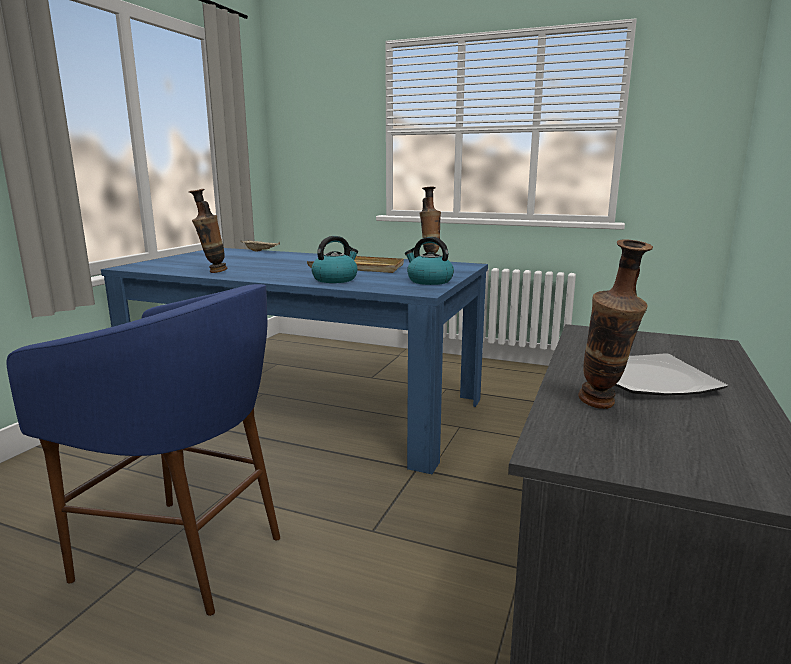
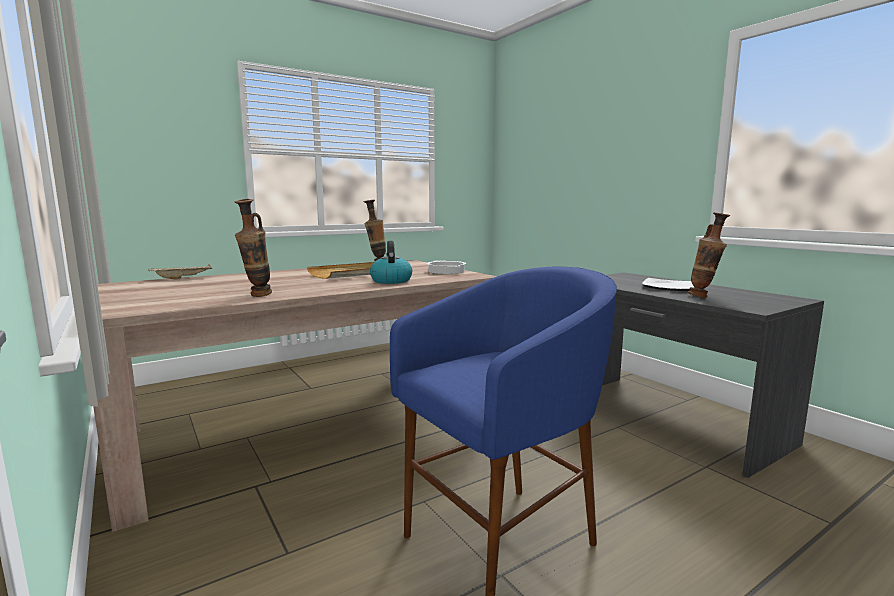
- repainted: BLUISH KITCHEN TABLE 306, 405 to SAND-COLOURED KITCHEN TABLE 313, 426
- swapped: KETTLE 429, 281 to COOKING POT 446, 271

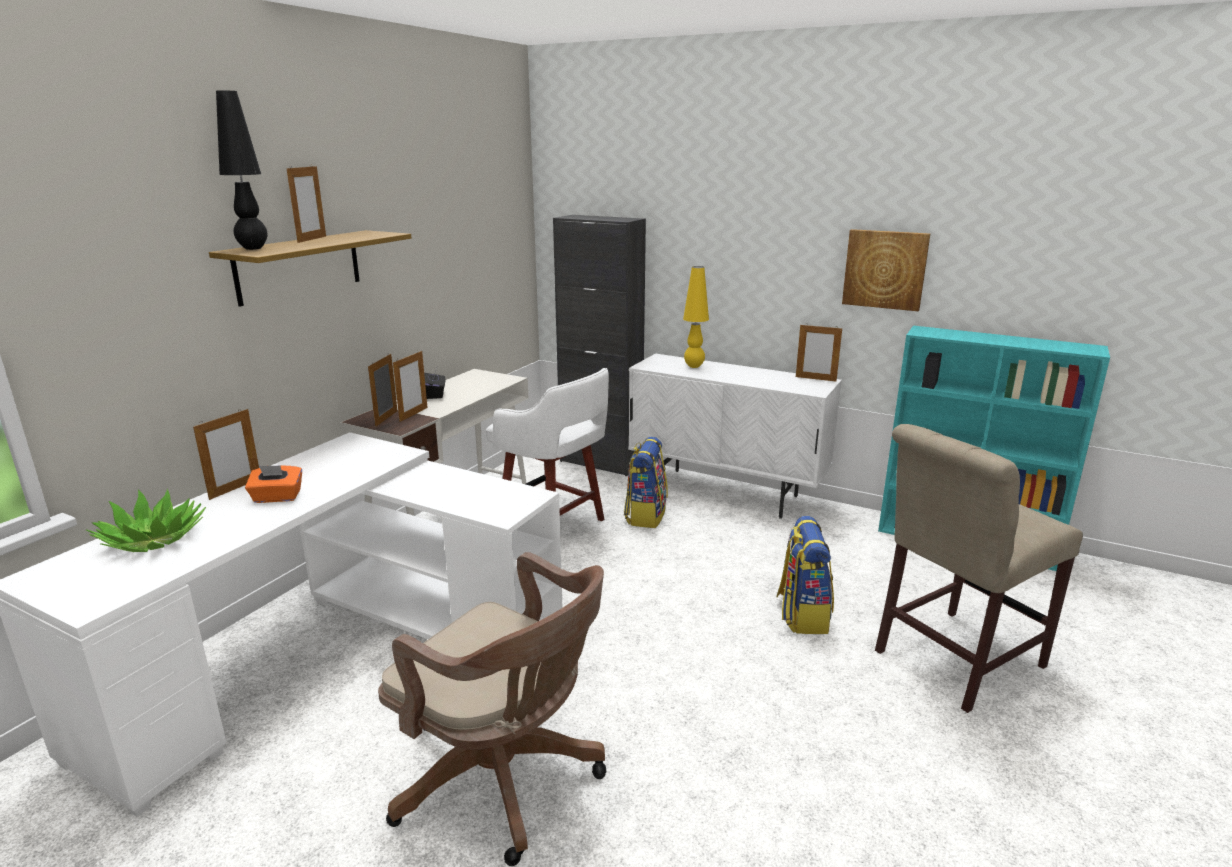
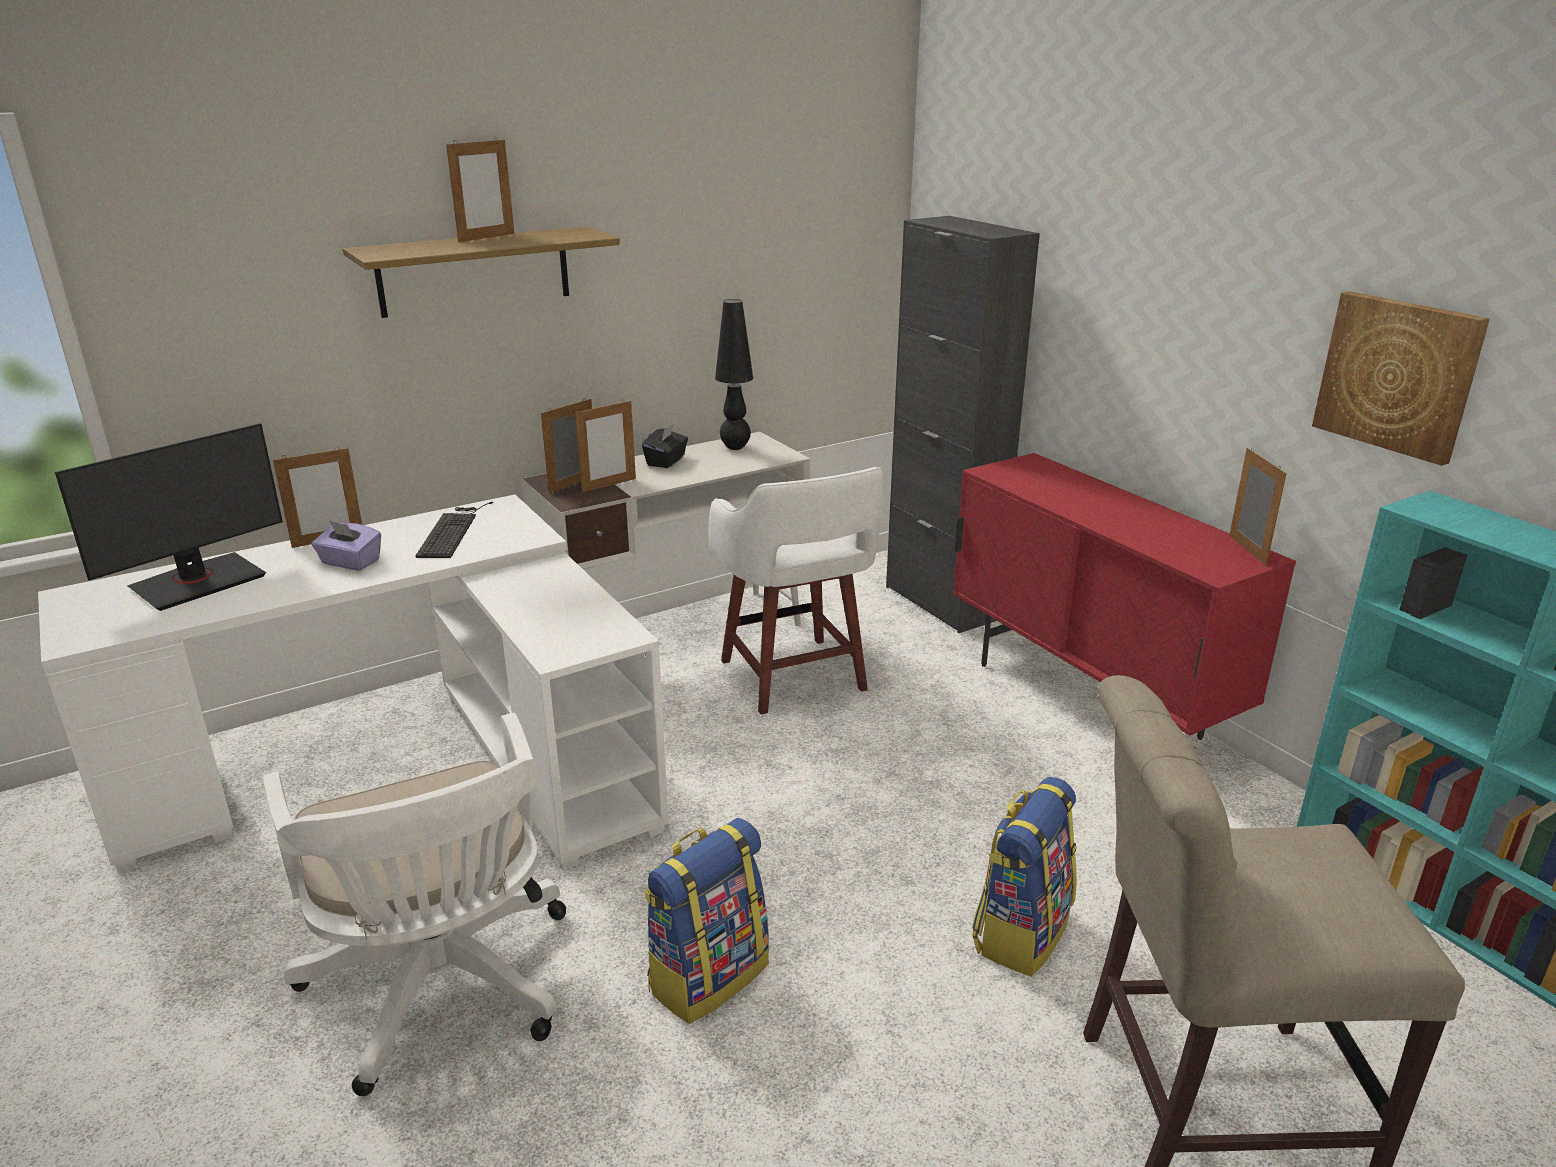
- swapped: POTTED PLANT 153, 539 to COMPUTER DISPLAY 197, 582
- repainted: BROWNISH COMPUTER CHAIR 505, 780 to WHITE COMPUTER CHAIR 443, 991
- repainted: ORANGEY TISSUE BOX 277, 497 to PURPLE-COLOURED TISSUE BOX 350, 562
- new: COMPUTER KEYBOARD 452, 530
- shifted: KNAPSACK 645, 515 to 708, 975
- shifted: BLACK-COLOURED TABLE LAMP 253, 248 to 735, 447
- repainted: WHITE CUPBOARD 726, 493 to RED CUPBOARD 1086, 700
- rotated: STANDING FRAME 815, 379 = 1247, 550 150 degrees counterclockwise
- gone: YELLOW-COLOURED TABLE LAMP 693, 366

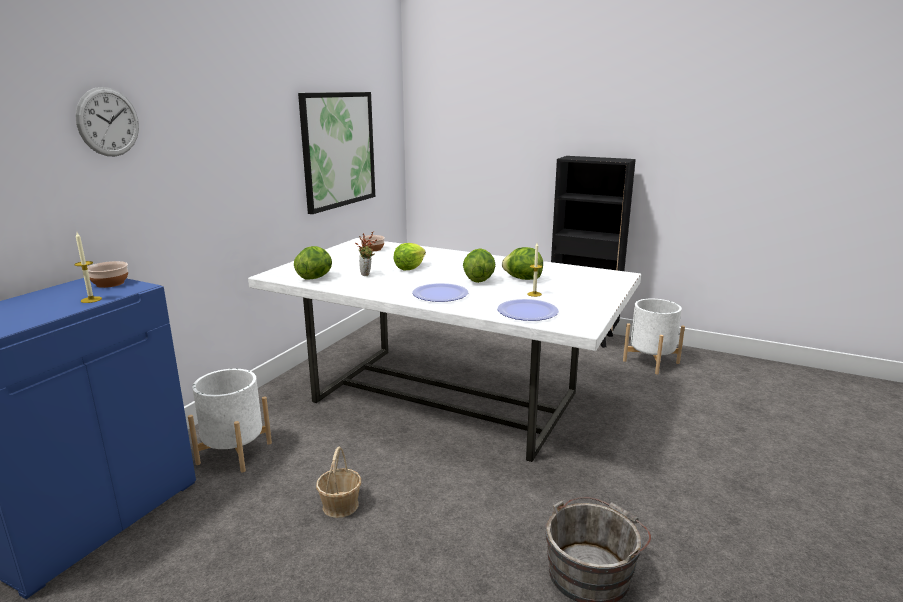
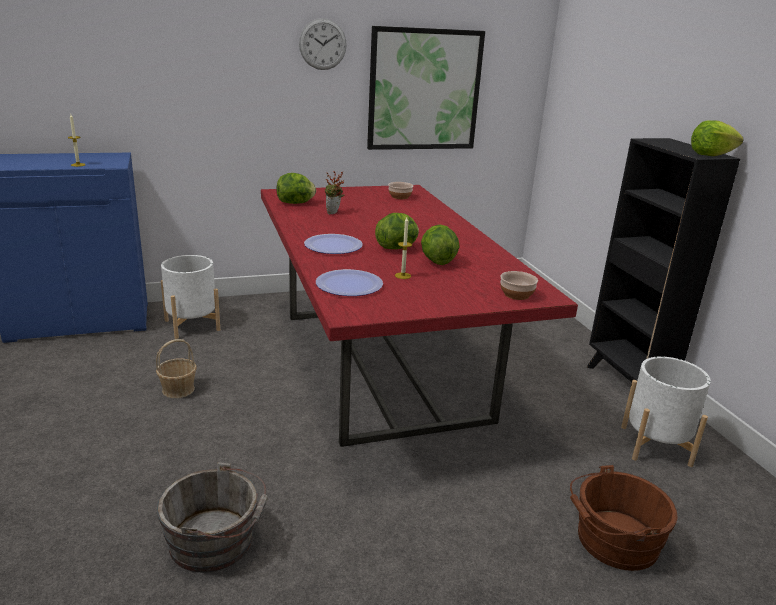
- repainted: WHITE KITCHEN TABLE 447, 398 to RED KITCHEN TABLE 381, 365
- shifted: CLOCK ON THE WALL 108, 122 to 322, 44
- shifted: BOWL 110, 283 to 516, 295
- new: BROWNISH PAIL 612, 541
- shifted: LETTUCE HEAD 410, 268 to 711, 155

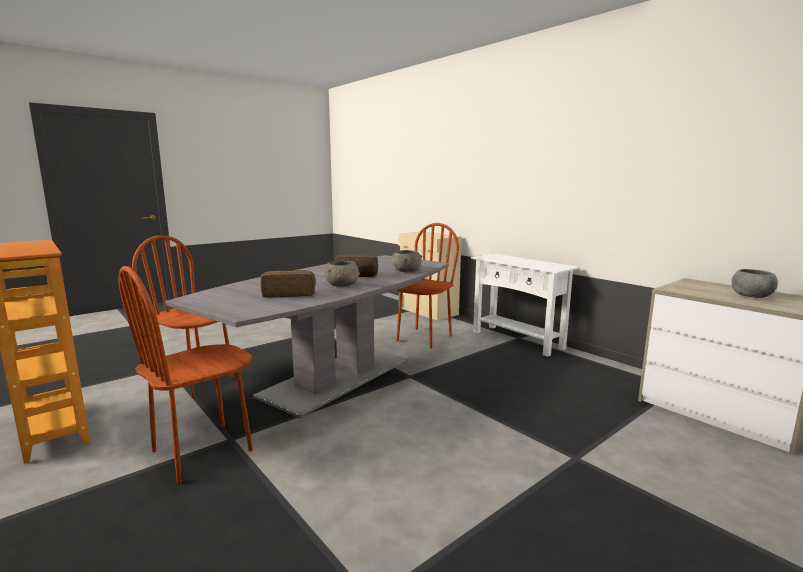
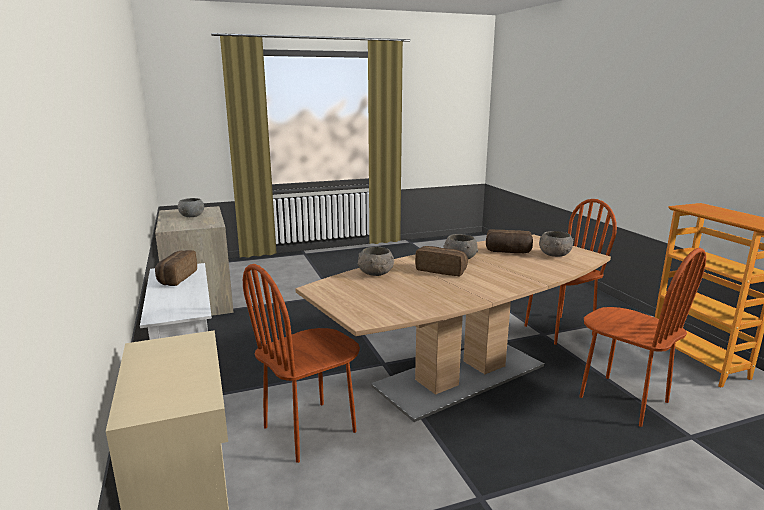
- new: BREAD 175, 278
- repainted: GREYISH KITCHEN TABLE 336, 377 to BROWNISH KITCHEN TABLE 461, 375
- new: GREYISH BOWL 554, 255

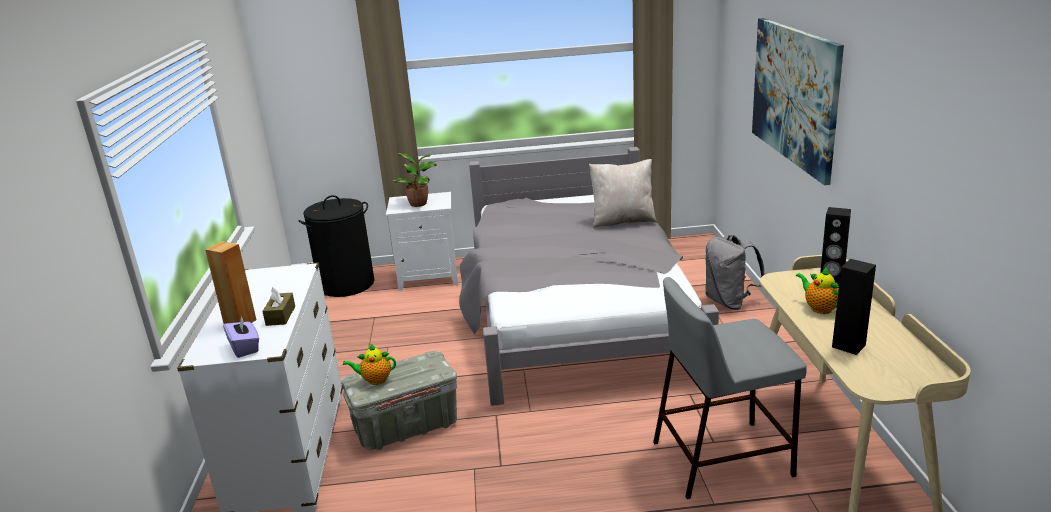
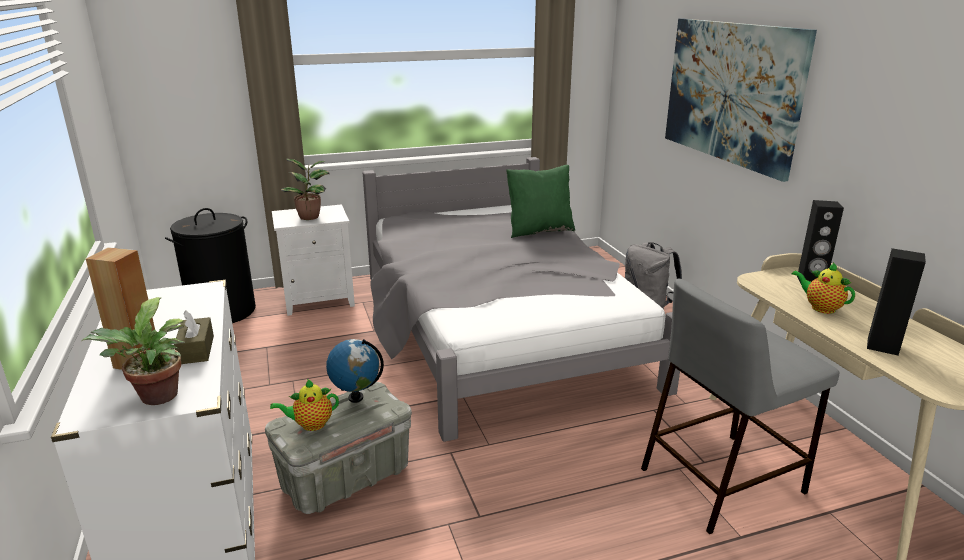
- swapped: PURPLE-COLOURED TISSUE BOX 245, 348 to POTTED PLANT 156, 398
- new: GLOBE 356, 397
- repainted: SAND-COLOURED PILLOW 622, 221 to GREEN-COLOURED PILLOW 539, 230

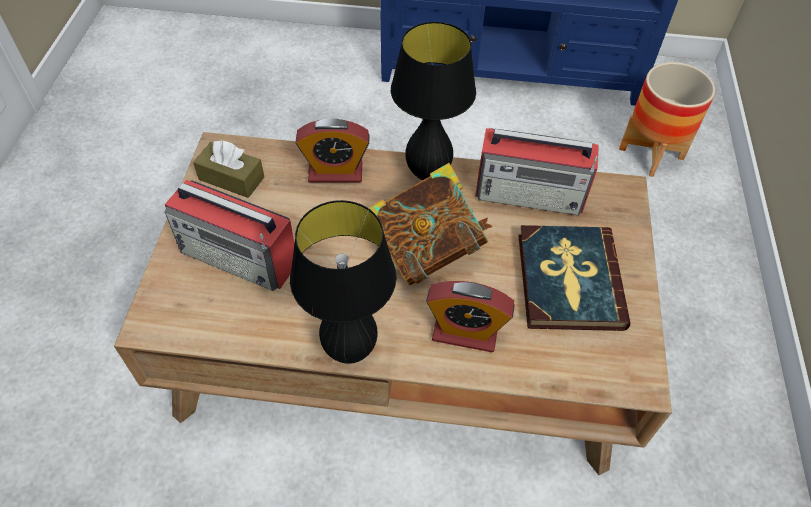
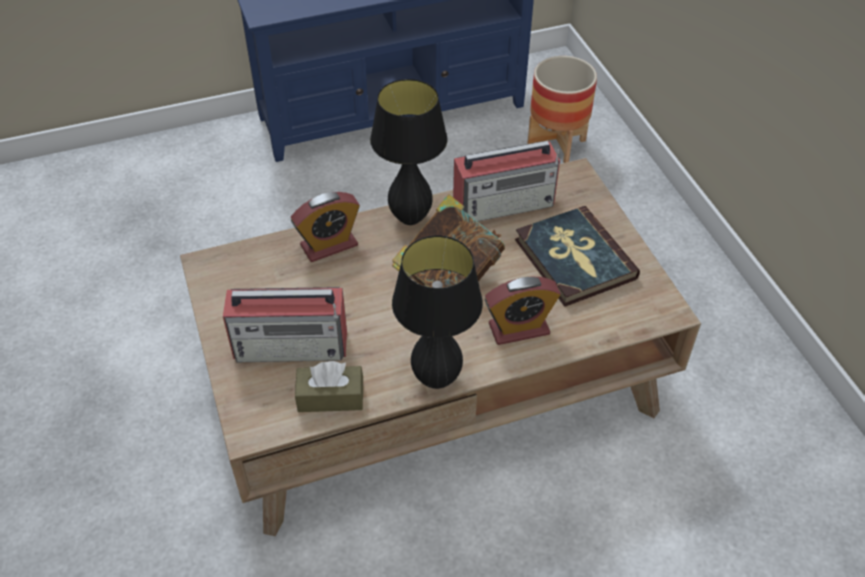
- shifted: BROWNISH TISSUE BOX 231, 178 to 330, 397

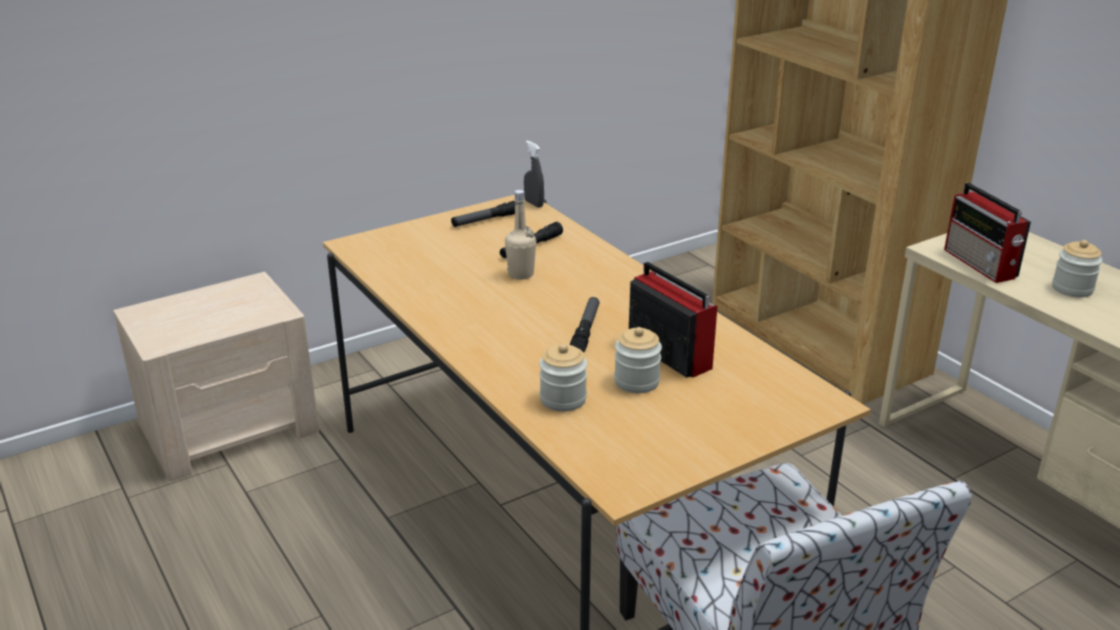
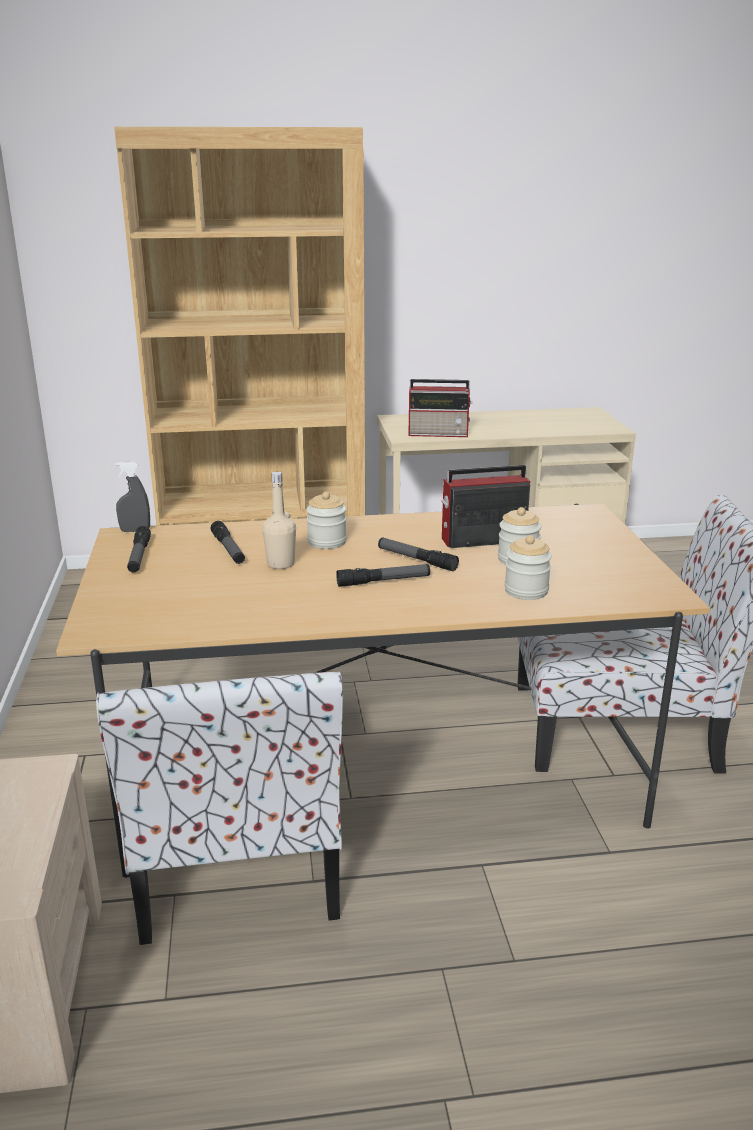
- new: CHAIR 237, 857
- shifted: JAR 1072, 289 to 327, 542
- new: HAND TORCH 383, 581

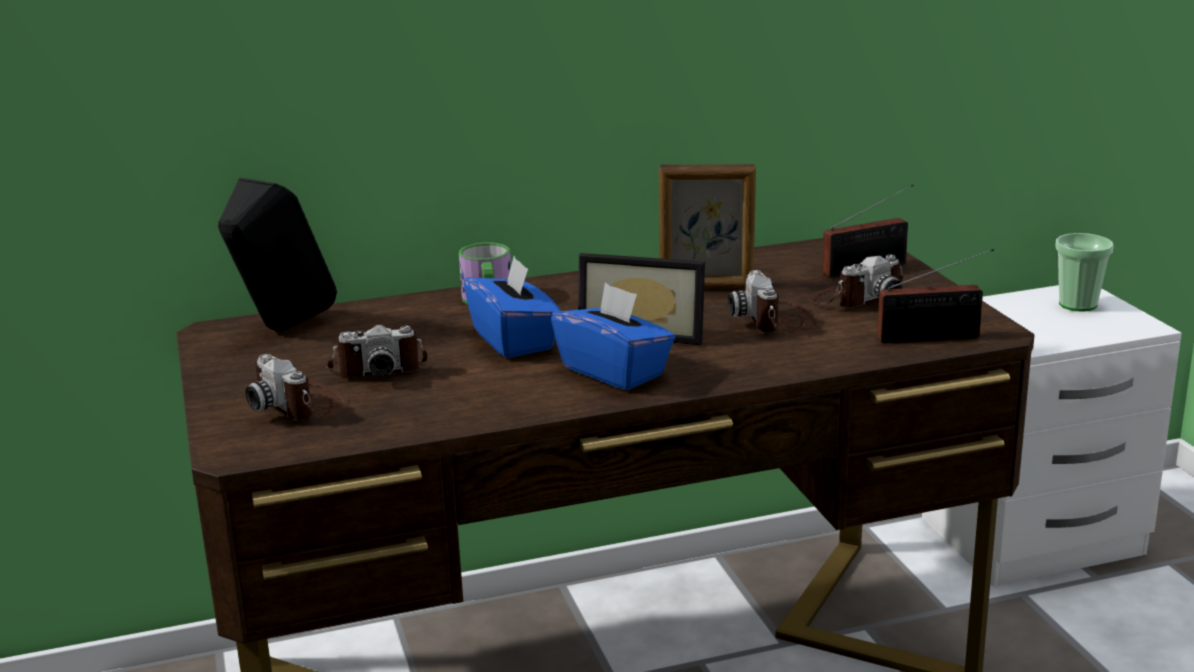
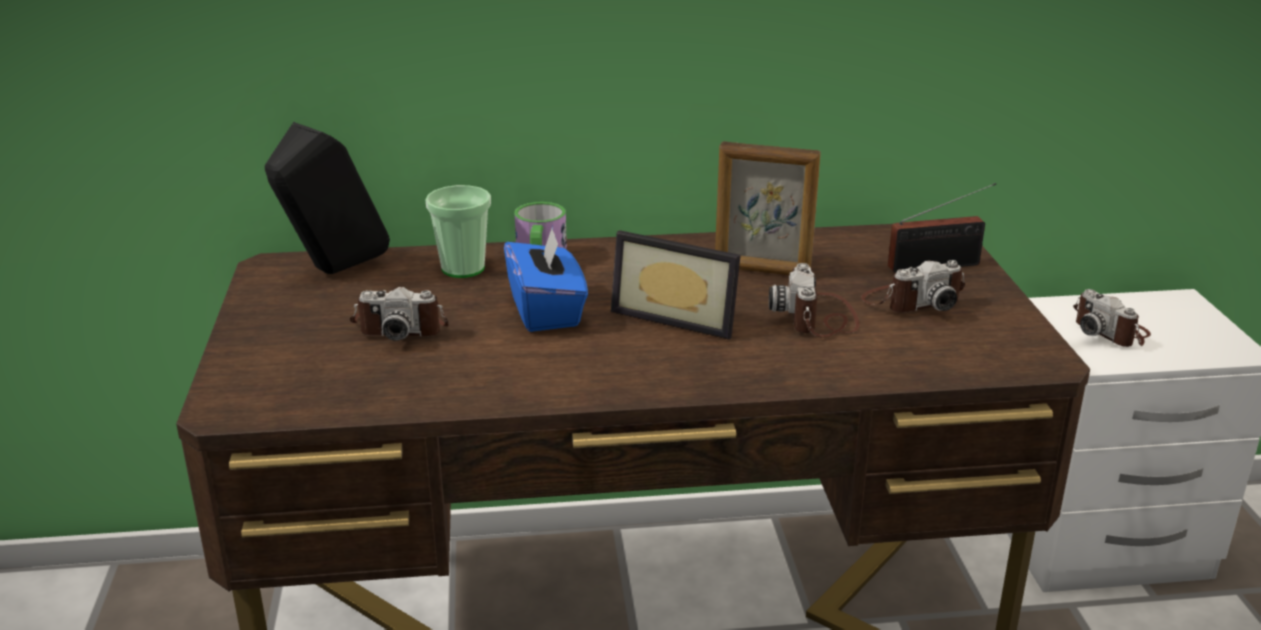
- shifted: DRINKING CUP 1077, 304 to 463, 268
- shifted: PHOTO CAMERA 300, 404 to 1111, 331
- gone: BLUISH TISSUE BOX 614, 371
- gone: RADIO SET 934, 337

